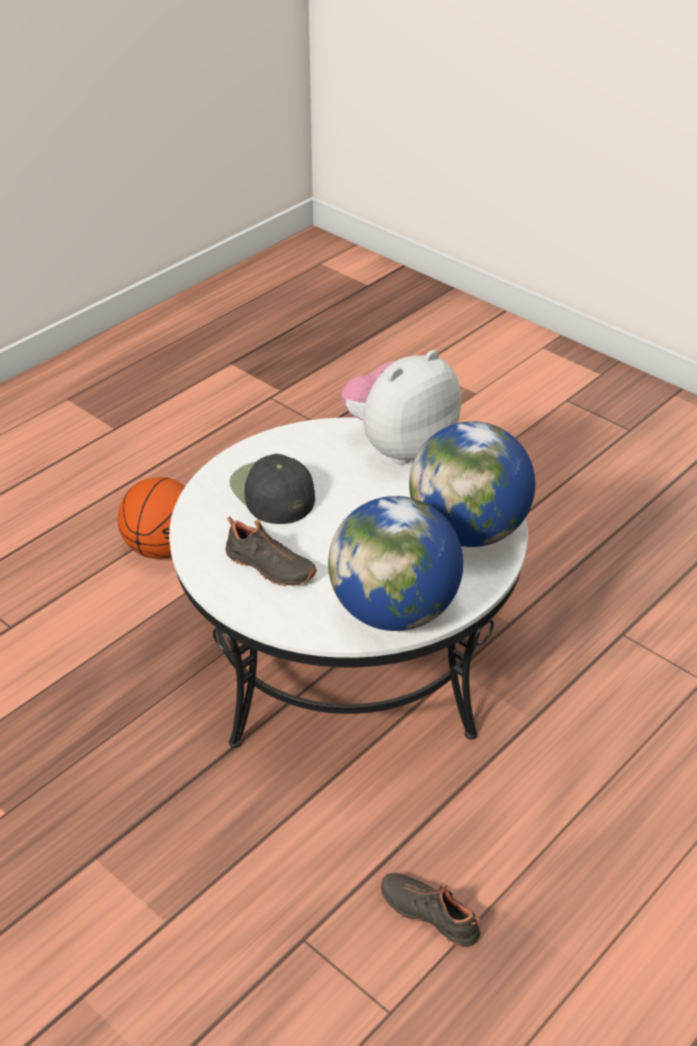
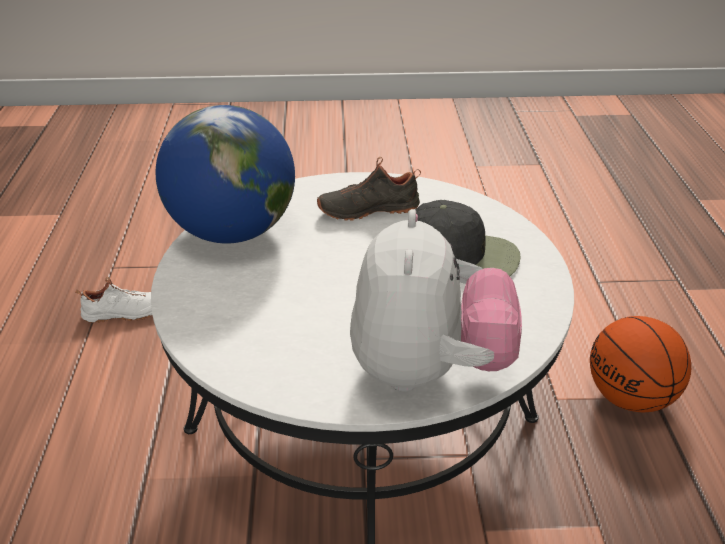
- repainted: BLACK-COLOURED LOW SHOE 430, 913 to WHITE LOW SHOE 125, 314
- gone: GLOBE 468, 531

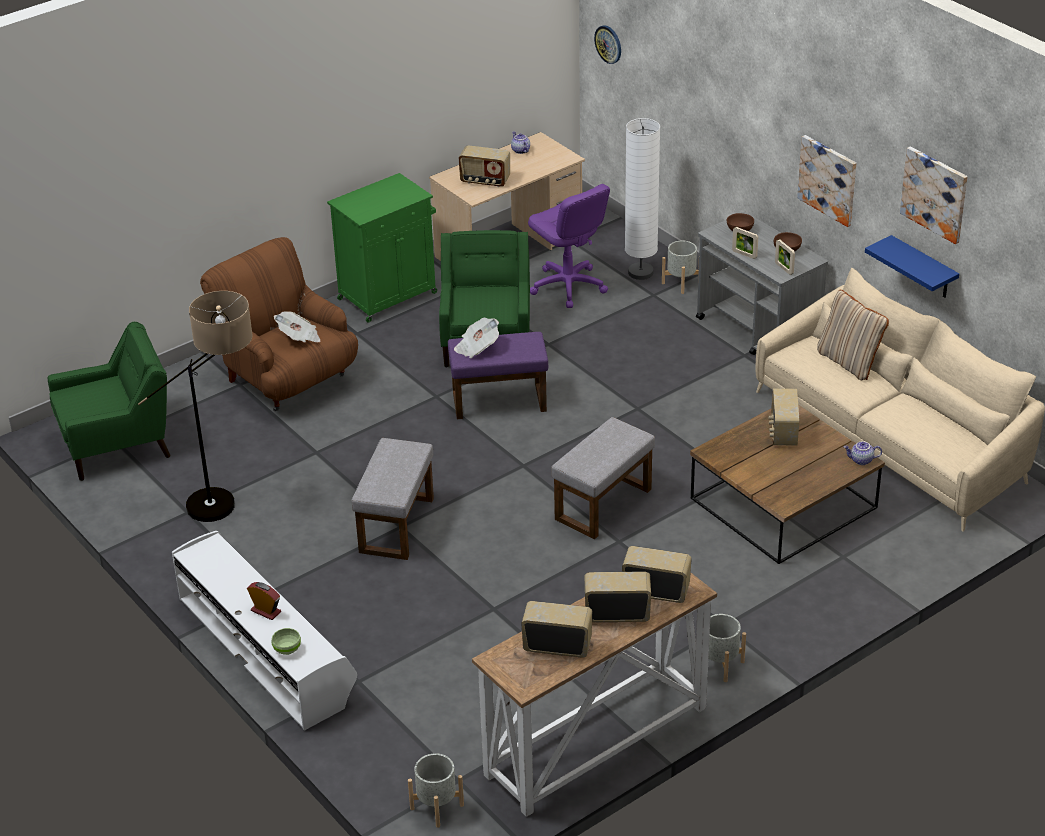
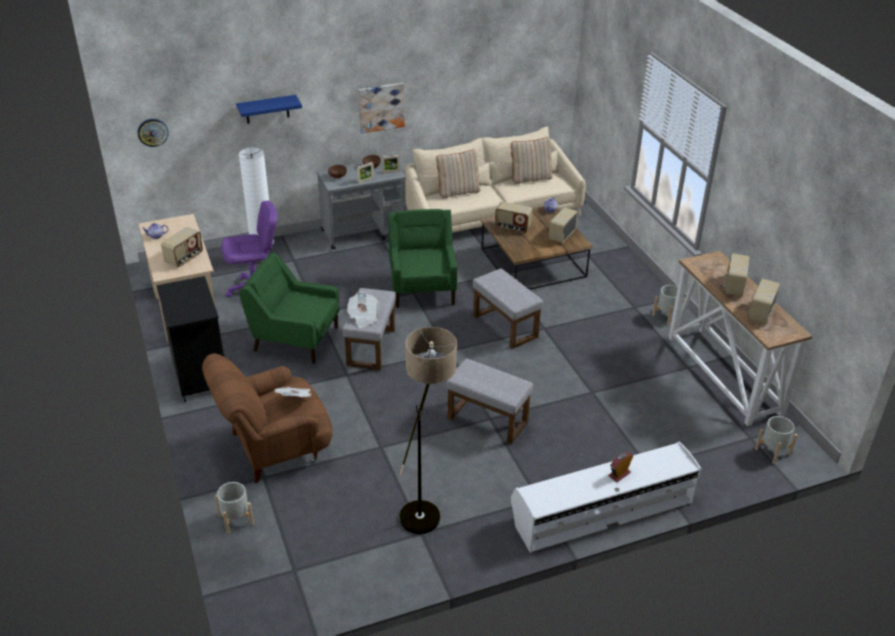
- repainted: GREEN-COLOURED CUPBOARD 389, 295 to BLACK-COLOURED CUPBOARD 200, 374
- shifted: GREYISH PLANT POT 681, 283 to 235, 519
- shifted: BLUISH BRACKET SHELF 923, 268 to 267, 109
- repainted: PURPLE-COLOURED FOOTREST 500, 401 to GREYISH FOOTREST 370, 346
- shifted: GREEN-COLOURED ARMCHAIR 118, 444 to 422, 287
- new: SAND-COLOURED PILLOW 530, 178
- shifted: RADIO SET 656, 591 to 561, 235
- gone: GREEN-COLOURED BOWL 287, 649
- gone: WALL ART 935, 194

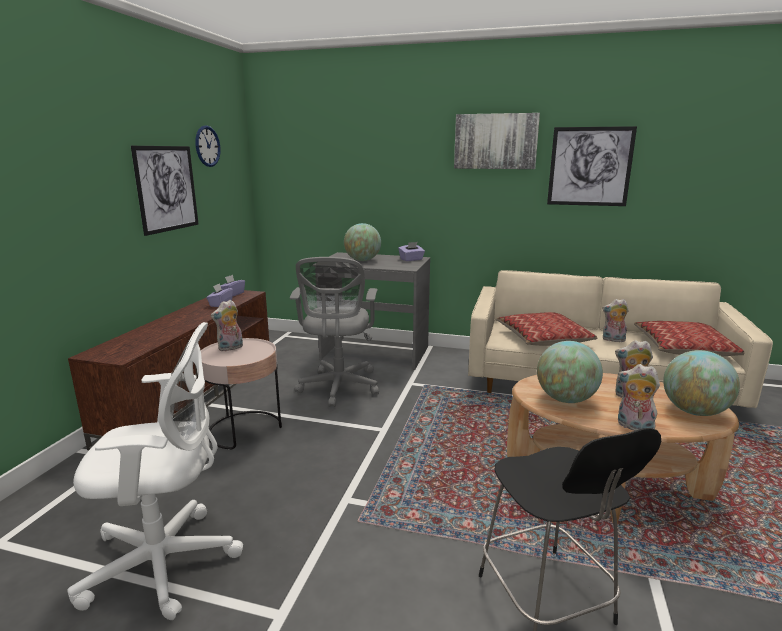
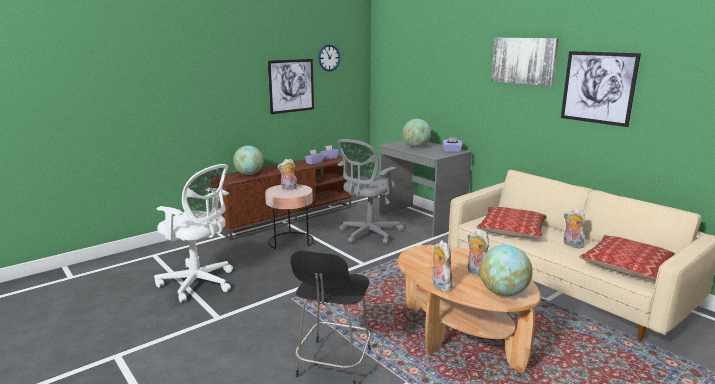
- shifted: GLOBE 565, 399 to 249, 174

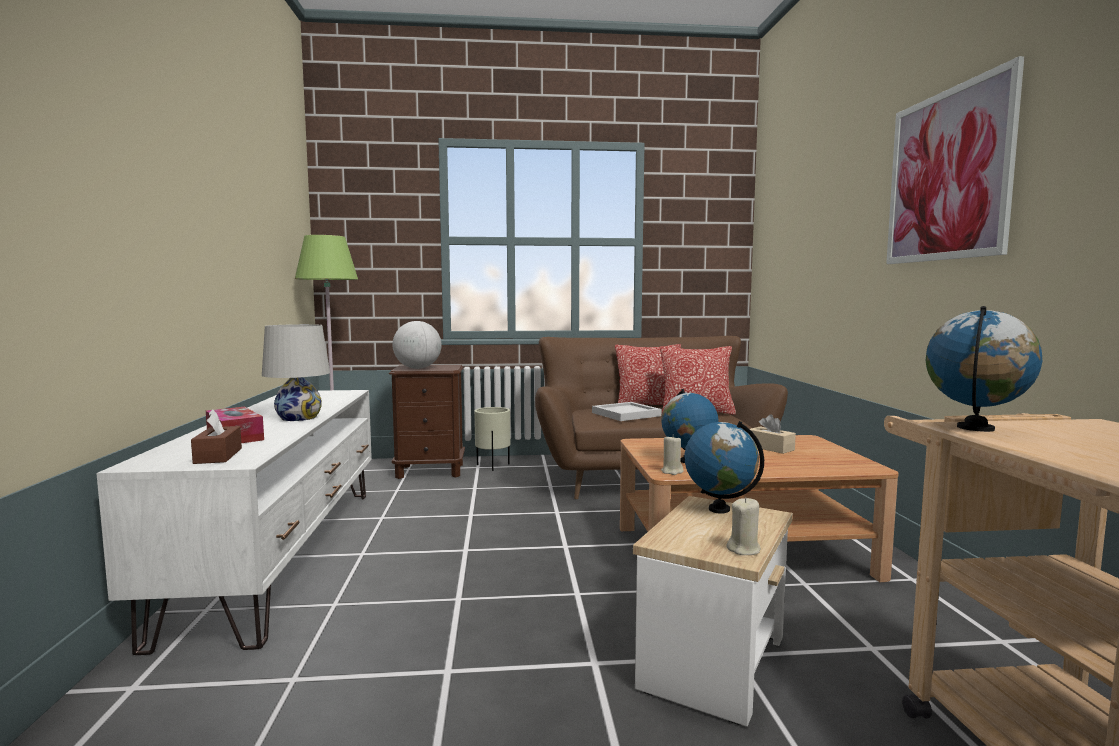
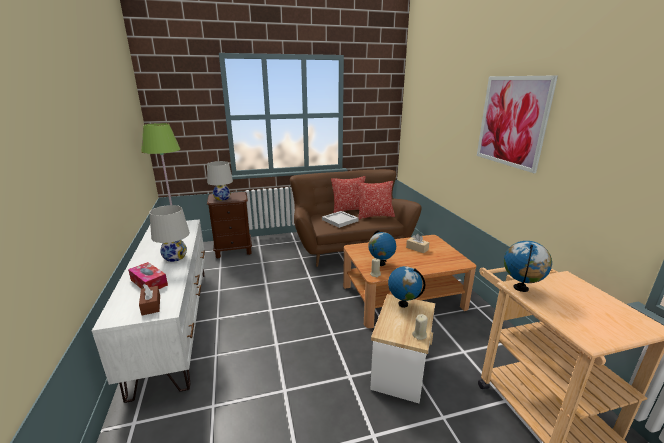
- swapped: GLOBE 418, 368 to WHITE TABLE LAMP 222, 198
- gone: SAND-COLOURED PLANT POT 493, 467

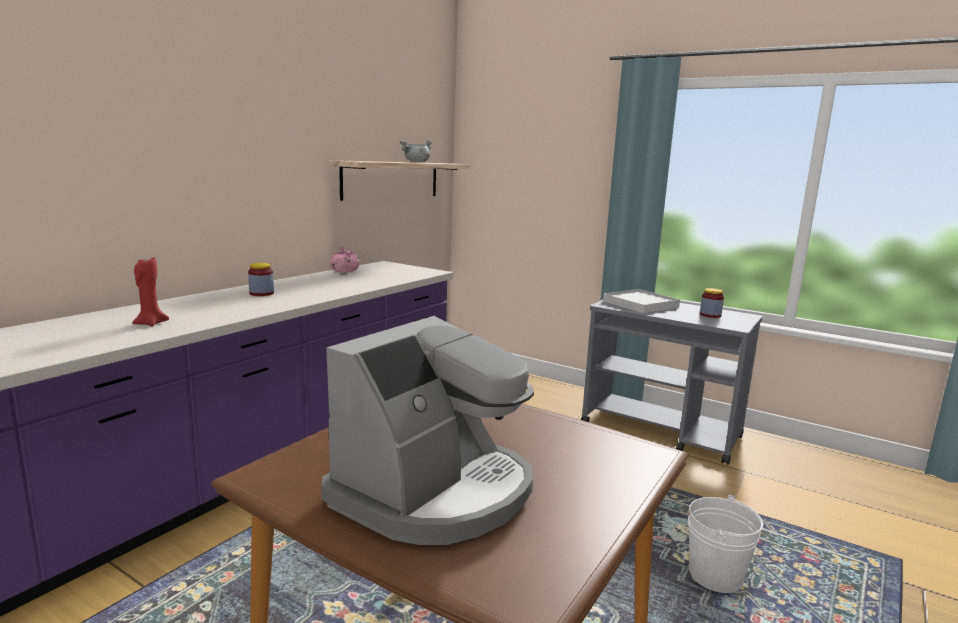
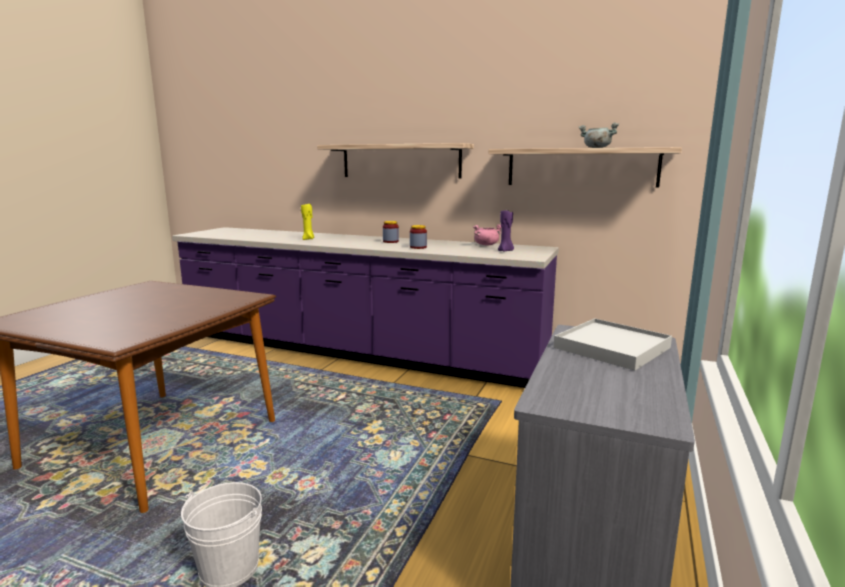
- repainted: RED WAX CANDLE 150, 323 to YELLOW-COLOURED WAX CANDLE 308, 239
- new: BRACKET SHELF 400, 161
- shifted: JAR 710, 315 to 418, 247
- new: PURPLE-COLOURED WAX CANDLE 505, 251
- gone: COFFEE MACHINE 435, 492

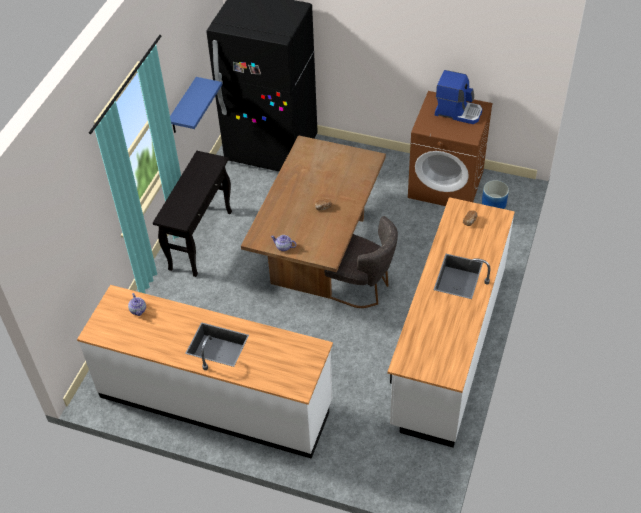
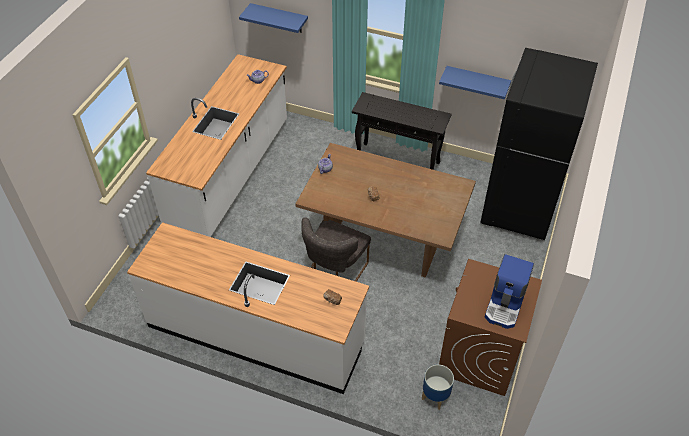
- new: BLUISH BRACKET SHELF 279, 18

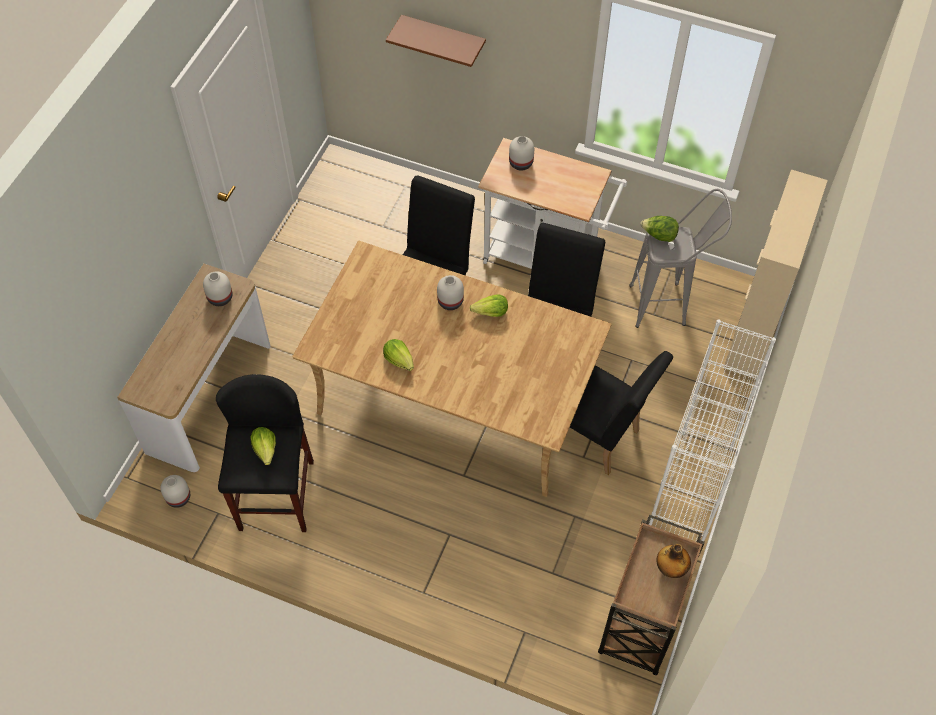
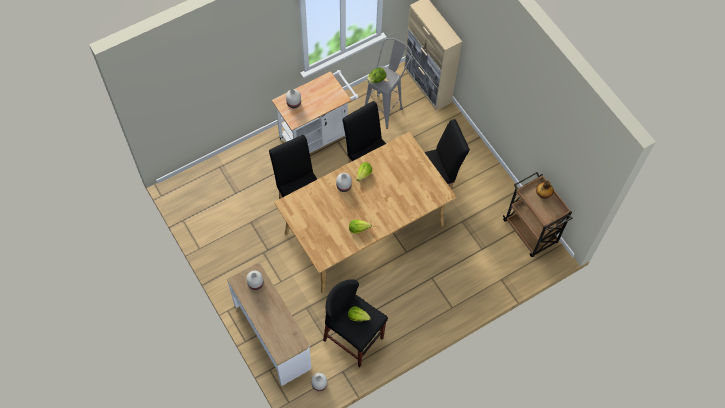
- gone: BROWNISH BRACKET SHELF 443, 40
- gone: WHITE BOOKCASE 688, 498

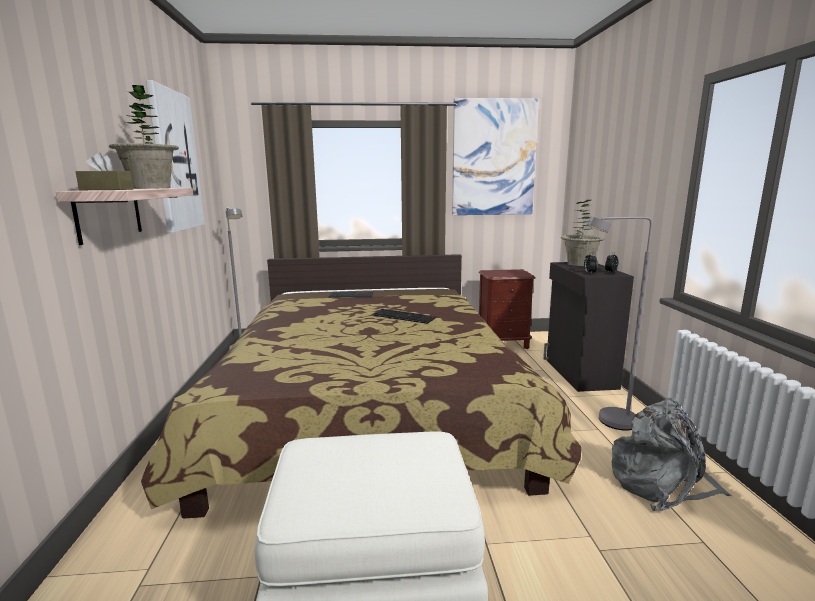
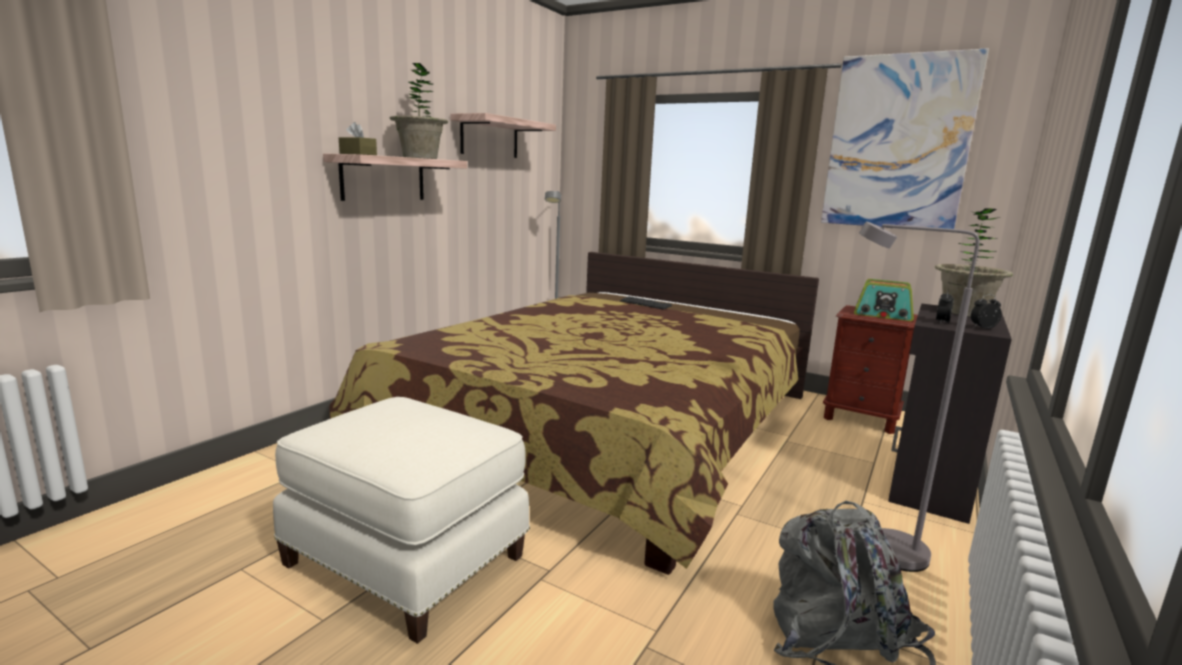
- swapped: WALL ART 175, 161 to BRACKET SHELF 489, 137
- new: RADIO SET 883, 315
- gone: COMPUTER KEYBOARD 404, 316

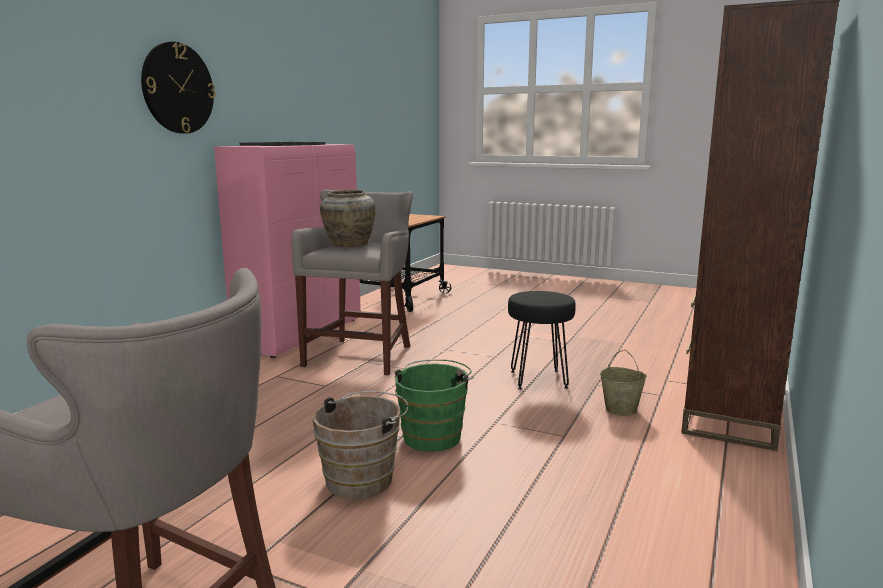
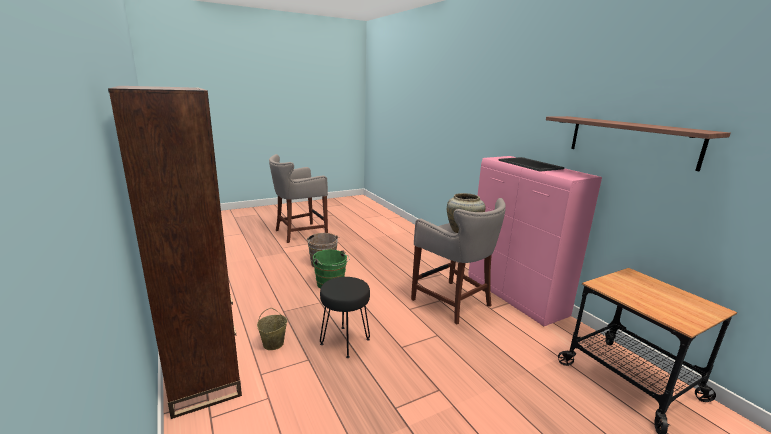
- new: BRACKET SHELF 631, 141
- gone: CLOCK ON THE WALL 178, 88

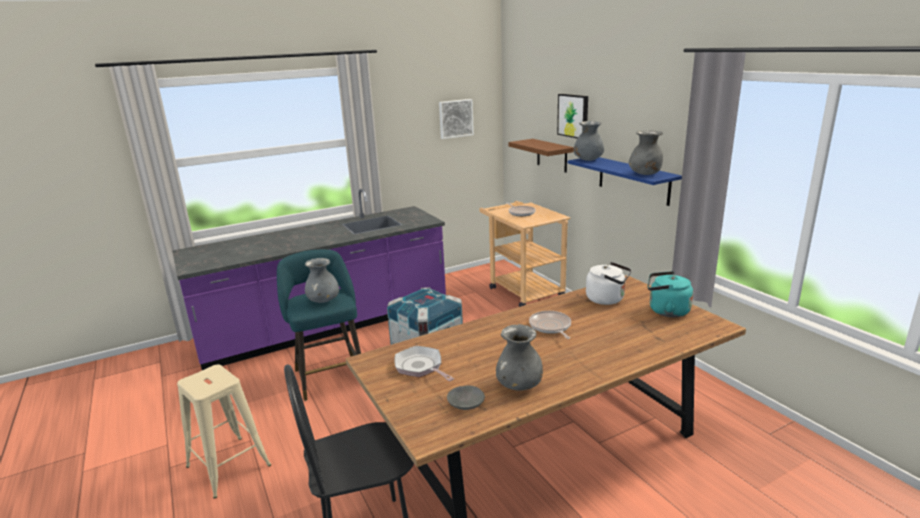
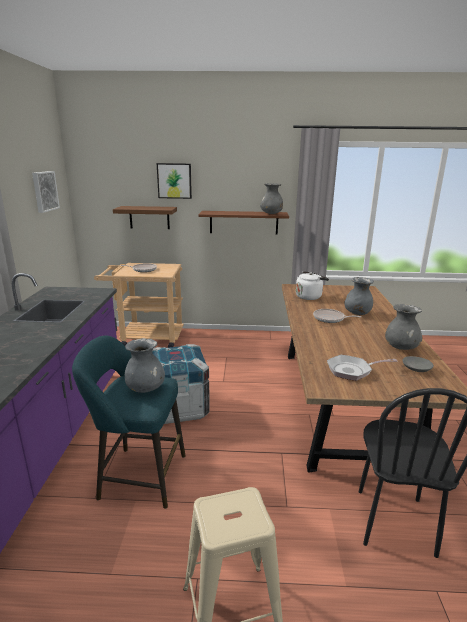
- repainted: BLUISH BRACKET SHELF 633, 180 to BROWNISH BRACKET SHELF 243, 222
- shifted: GREYISH DECORATIVE VASE 588, 160 to 357, 313
- gone: TURQUOISE KETTLE 666, 311

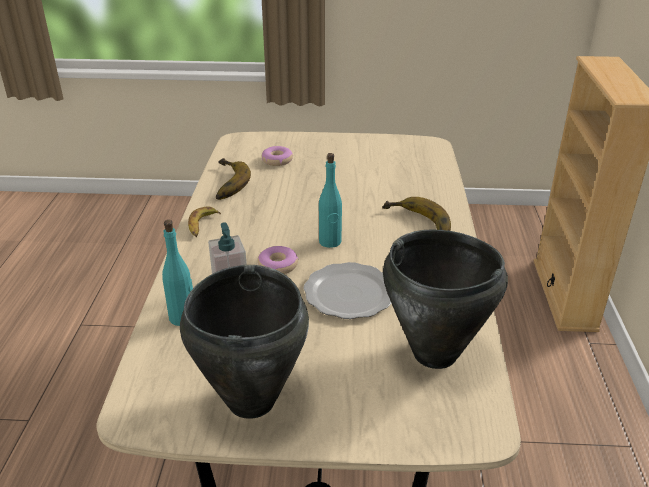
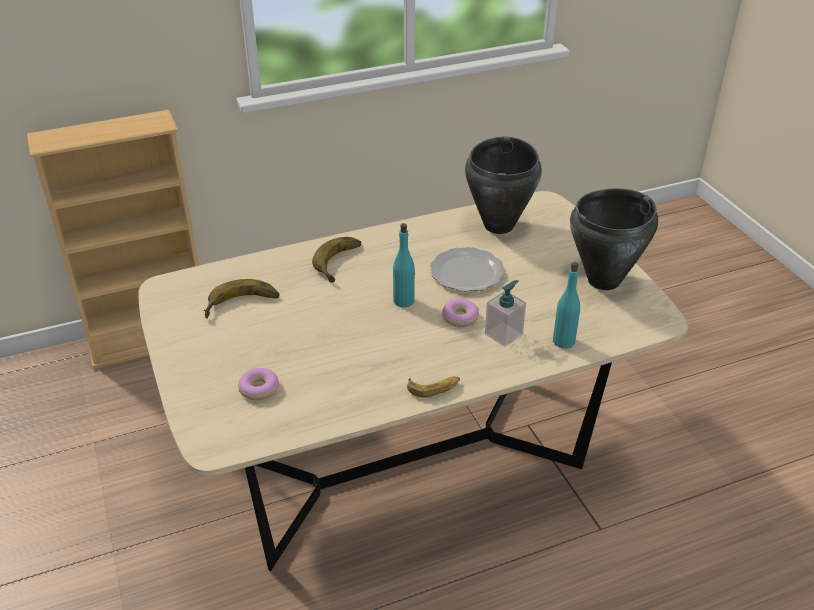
- shifted: BANANA FRUIT 224, 183 to 242, 306

